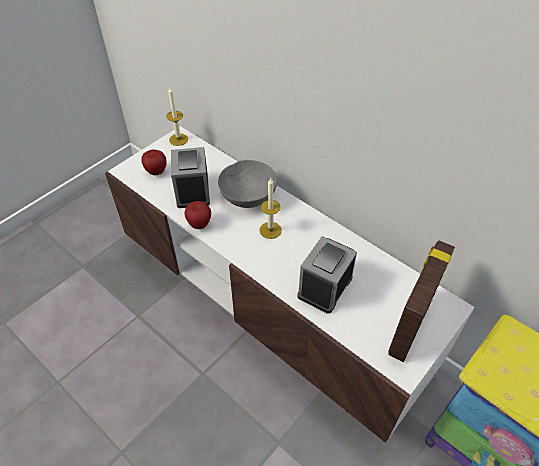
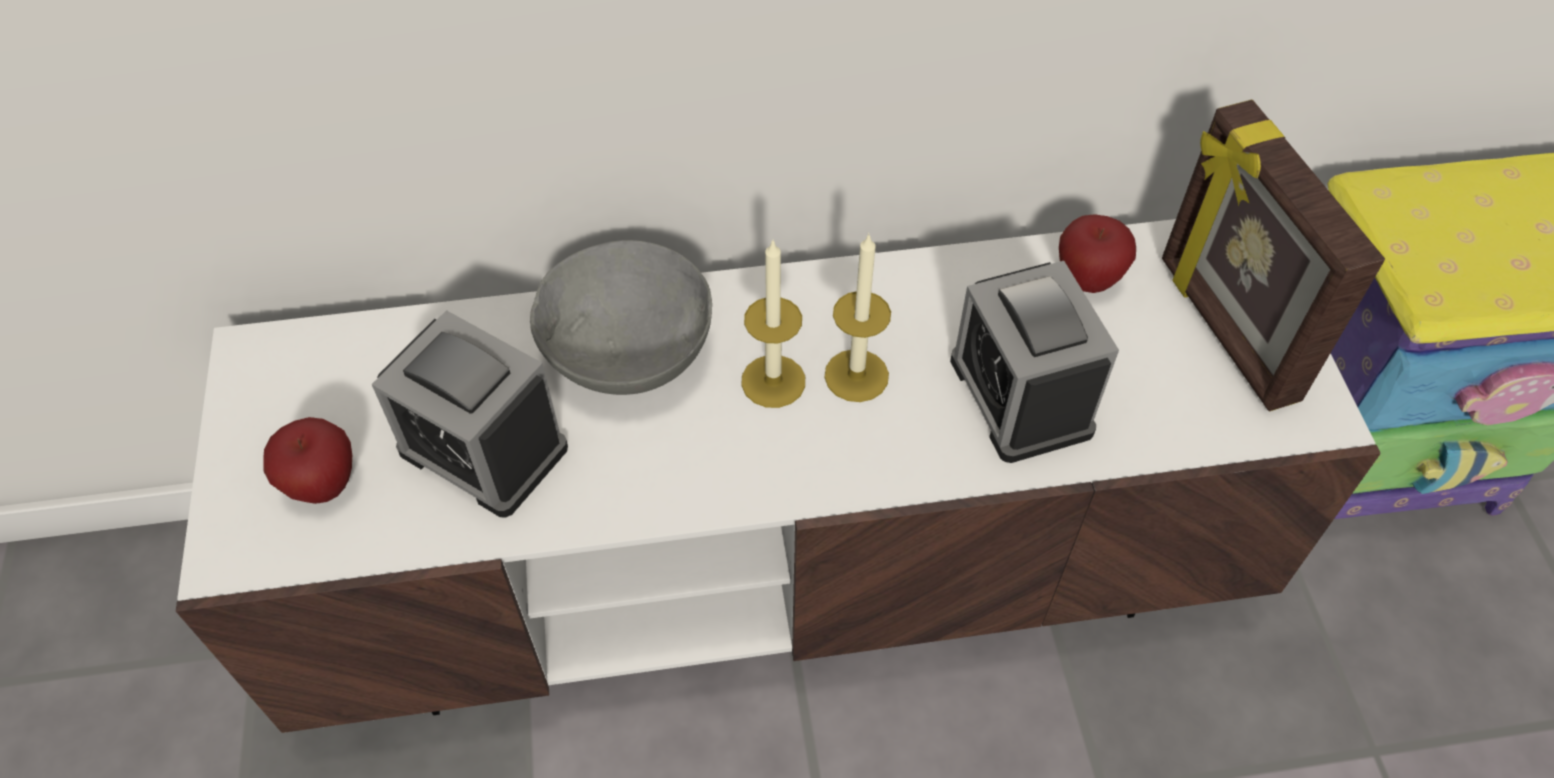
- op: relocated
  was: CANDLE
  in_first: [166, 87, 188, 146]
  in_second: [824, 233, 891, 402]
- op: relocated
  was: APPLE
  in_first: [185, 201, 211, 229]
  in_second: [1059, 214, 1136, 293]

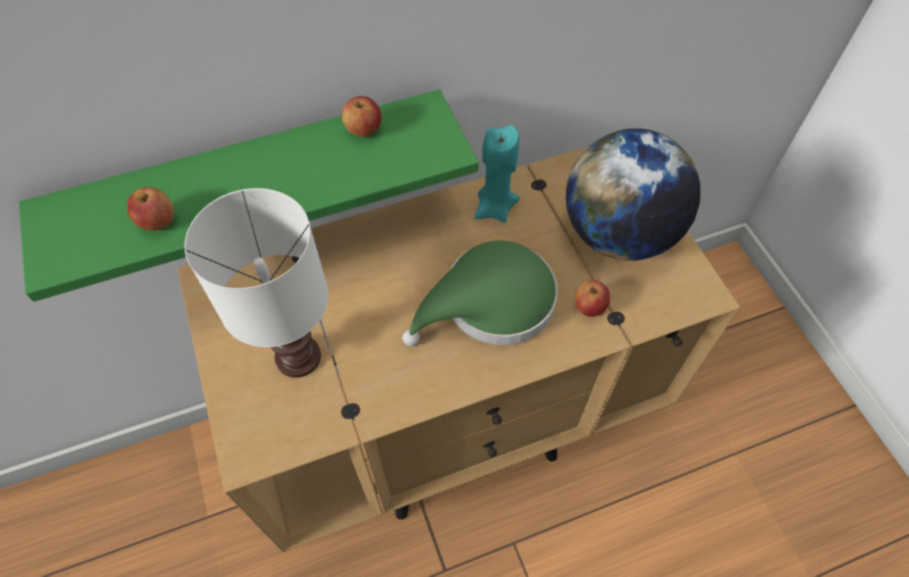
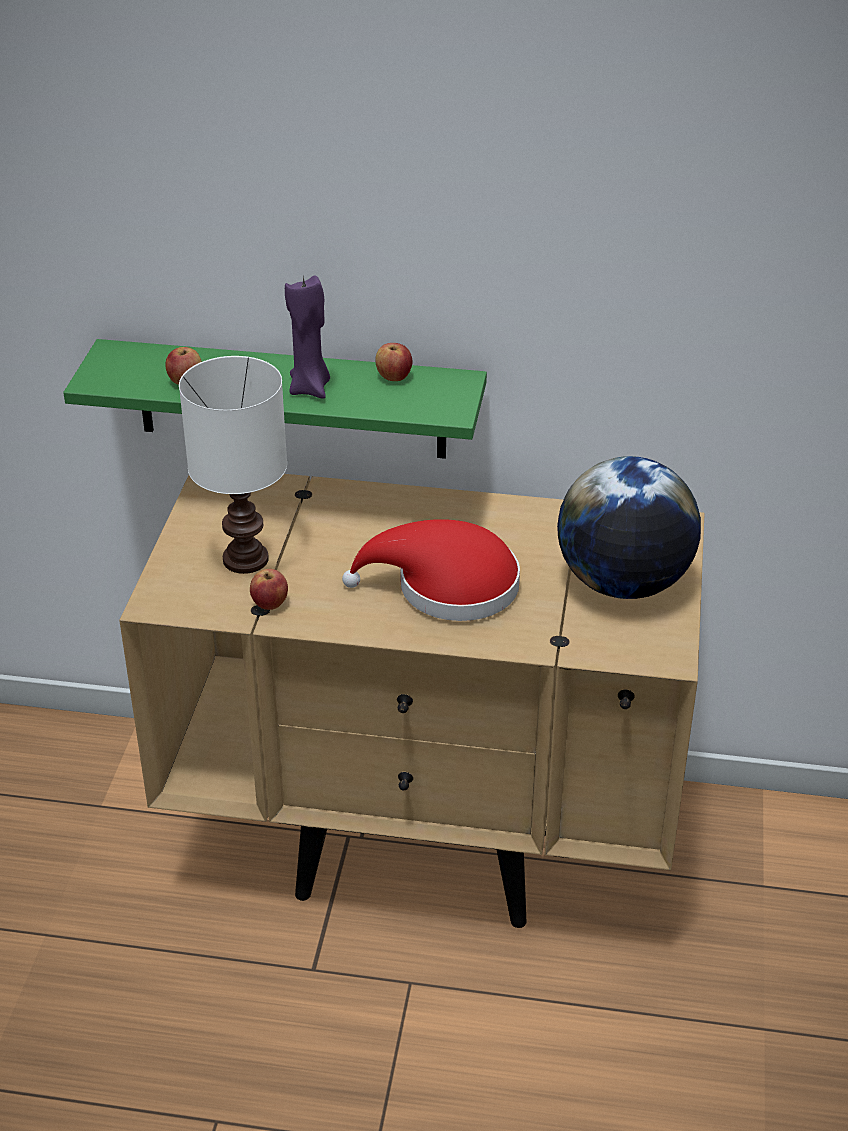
- op: colour
  was: GREEN HAT
  now: RED HAT
  in_first: [402, 241, 558, 346]
  in_second: [342, 519, 520, 621]
- op: missing
  was: TURQUOISE CANDLE
  in_first: [474, 125, 520, 222]
- op: relocated
  was: APPLE
  in_first: [575, 280, 611, 317]
  in_second: [250, 569, 288, 610]
- op: appeared
  now: PURPLE CANDLE
  in_second: [285, 276, 330, 399]

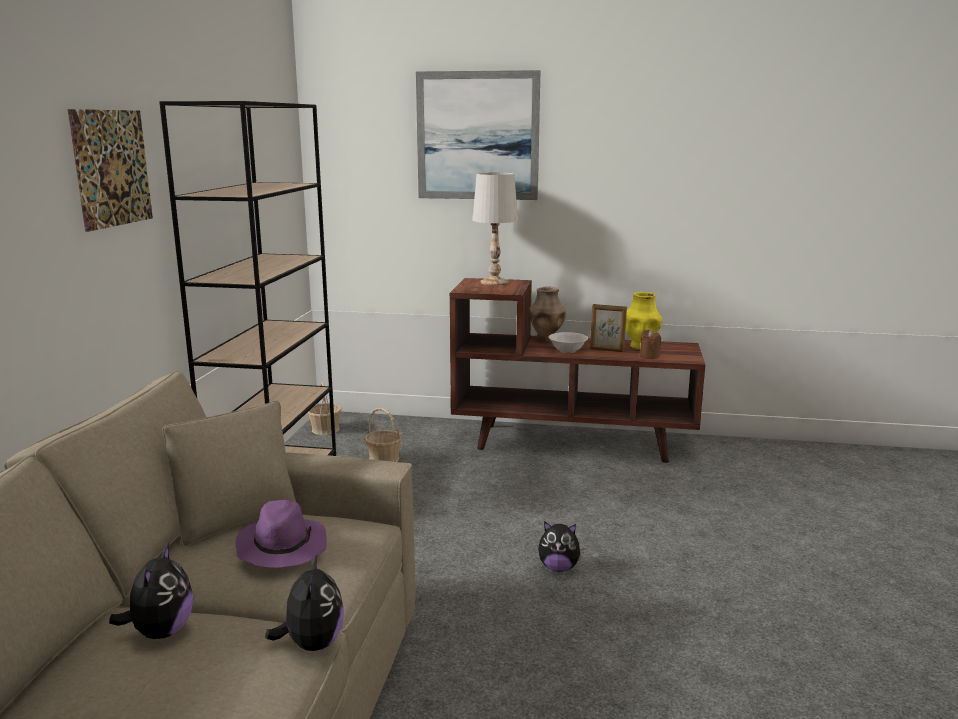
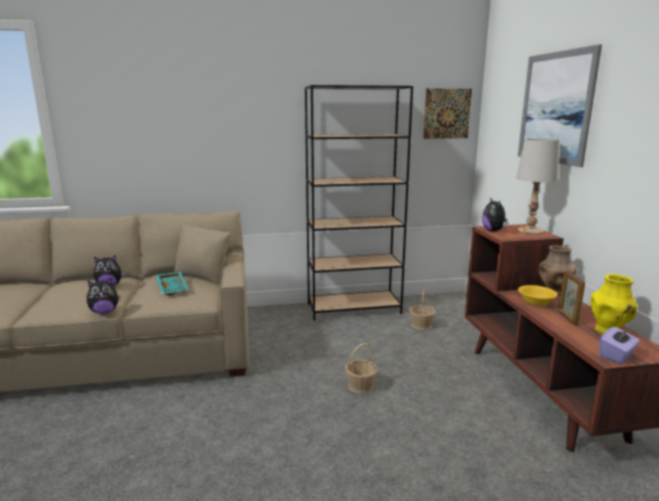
- op: relocated
  was: PICTURE
  in_first: [68, 109, 153, 232]
  in_second: [423, 89, 472, 139]
- op: exchanged
  was: PURPLE HAT
  now: TURQUOISE TRAY
  in_first: [235, 500, 327, 568]
  in_second: [155, 272, 189, 296]
- op: relocated
  was: BASKET
  in_first: [307, 382, 342, 435]
  in_second: [345, 343, 378, 394]
- op: relocated
  was: PLUSH TOY
  in_first: [538, 521, 584, 572]
  in_second: [482, 197, 508, 231]
- op: colour
  was: WHITE BOWL
  now: YELLOW BOWL
  in_first: [548, 332, 588, 353]
  in_second: [518, 285, 557, 307]
- op: missing
  was: BROWN CANDLE
  in_first: [640, 330, 661, 359]
- op: appeared
  now: PURPLE TISSUE BOX
  in_second: [599, 327, 640, 364]

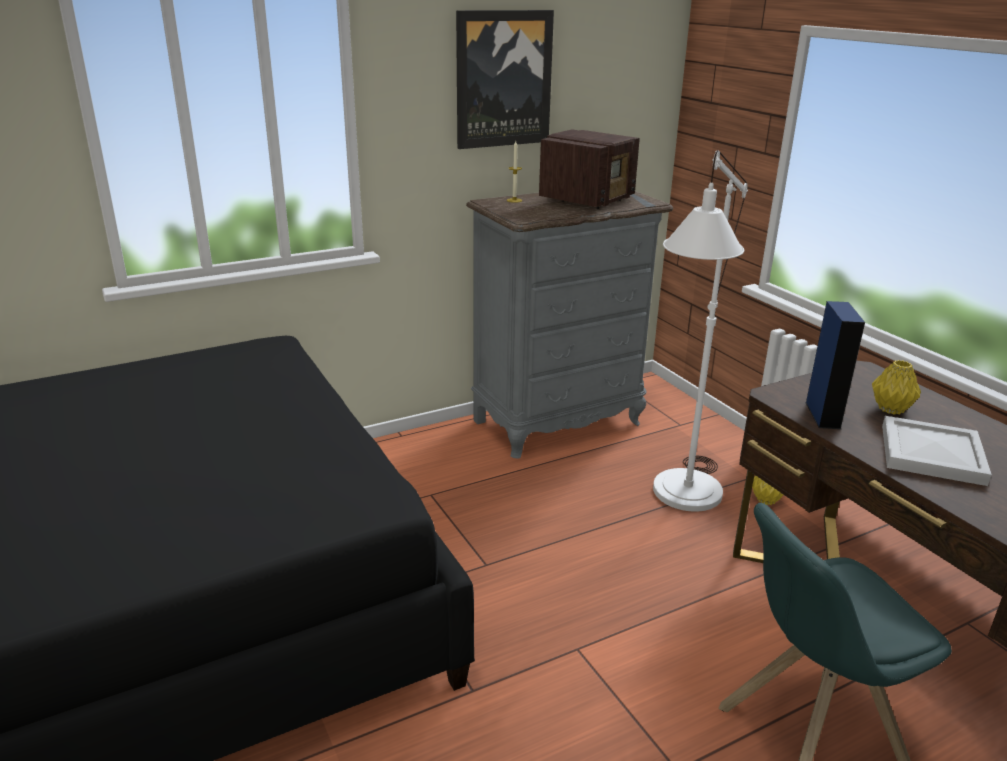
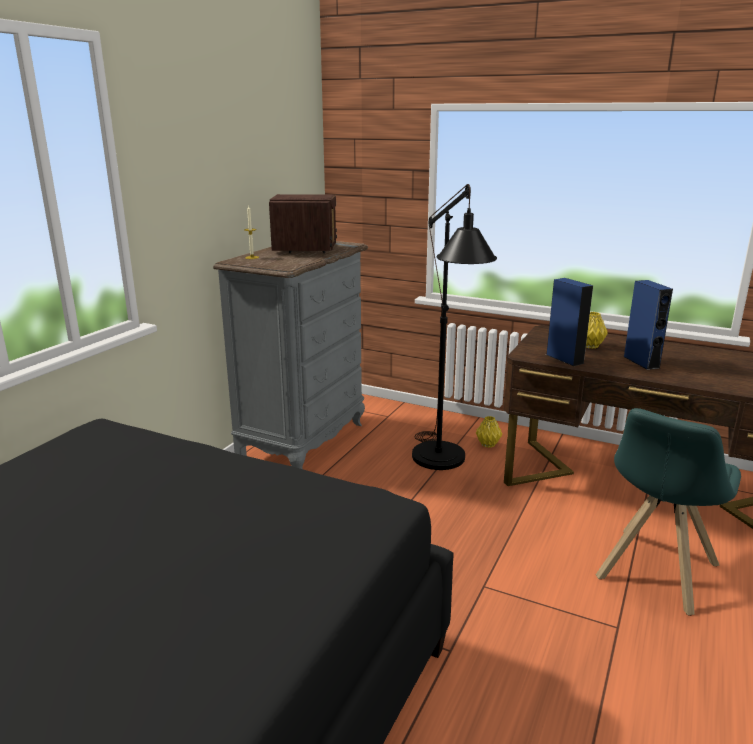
- op: missing
  was: PICTURE
  in_first: [456, 10, 554, 149]
- op: colour
  was: WHITE FLOOR LAMP
  now: BLACK FLOOR LAMP
  in_first: [653, 150, 748, 512]
  in_second: [412, 184, 497, 470]
- op: exchanged
  was: WHITE TRAY
  now: BLUE SPEAKER
  in_first: [882, 416, 992, 486]
  in_second: [624, 280, 673, 370]

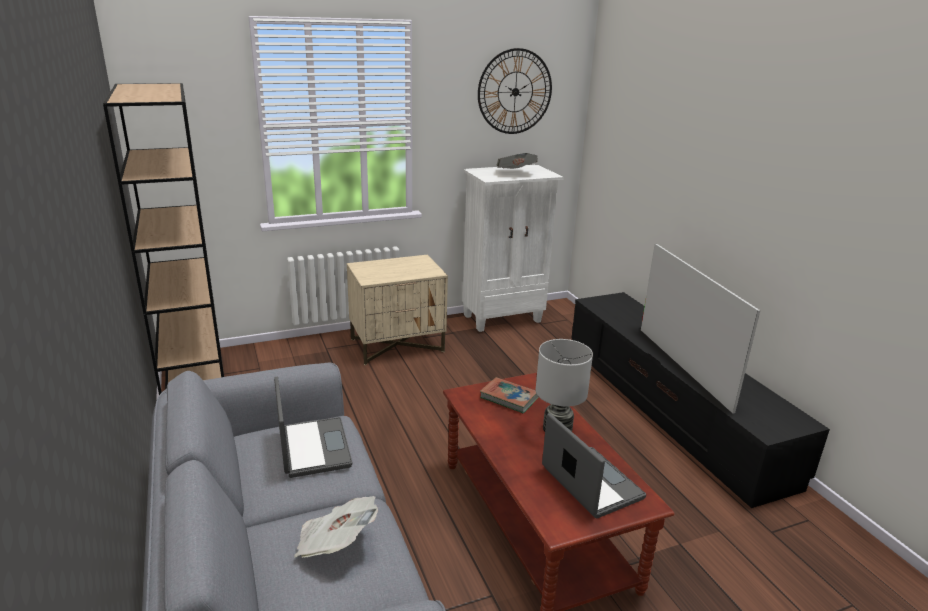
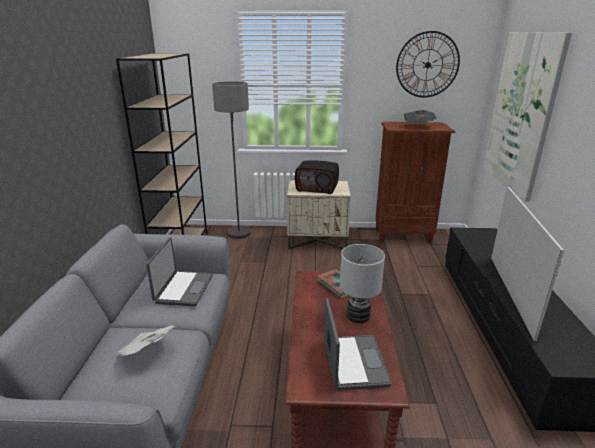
- op: colour
  was: WHITE CABINET
  now: BROWN CABINET
  in_first: [462, 165, 564, 332]
  in_second: [376, 122, 455, 243]
- op: appeared
  now: GREY FLOOR LAMP
  in_second: [212, 82, 251, 239]
- op: appeared
  now: RADIO
  in_second: [295, 160, 339, 194]
- op: appeared
  now: PICTURE
  in_second: [483, 32, 572, 202]

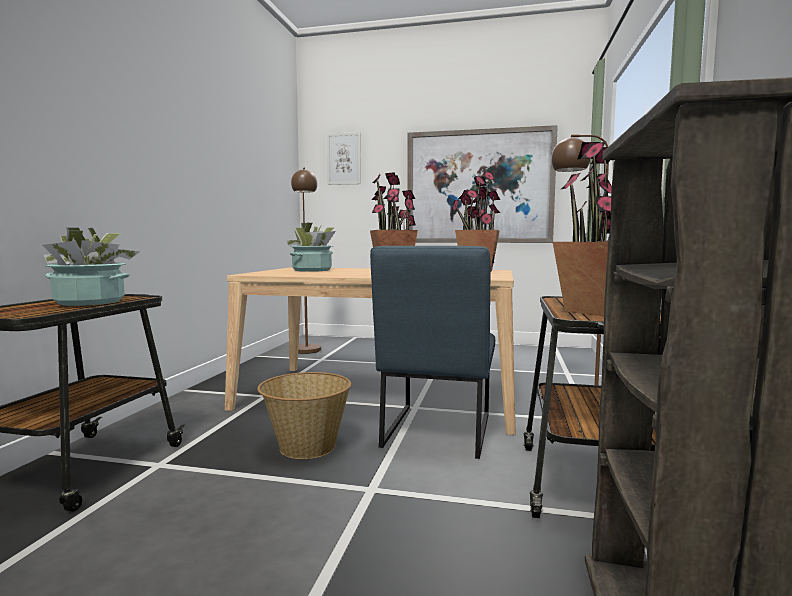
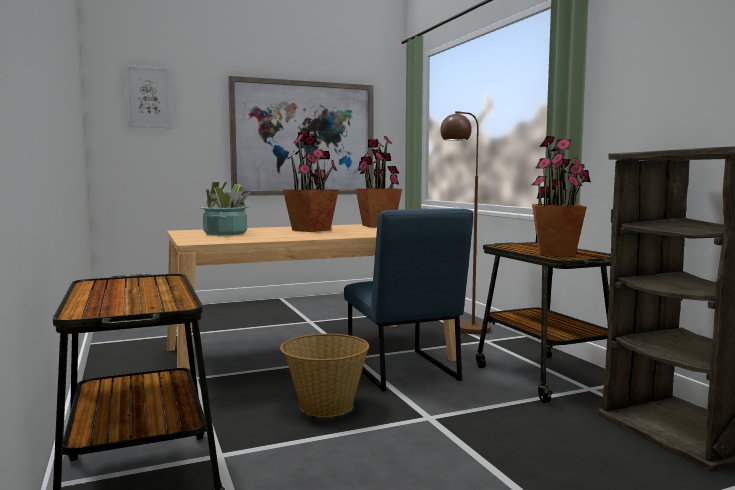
- op: missing
  was: POTTED PLANT
  in_first: [43, 228, 140, 306]
- op: missing
  was: BROWN FLOOR LAMP
  in_first: [291, 168, 321, 354]

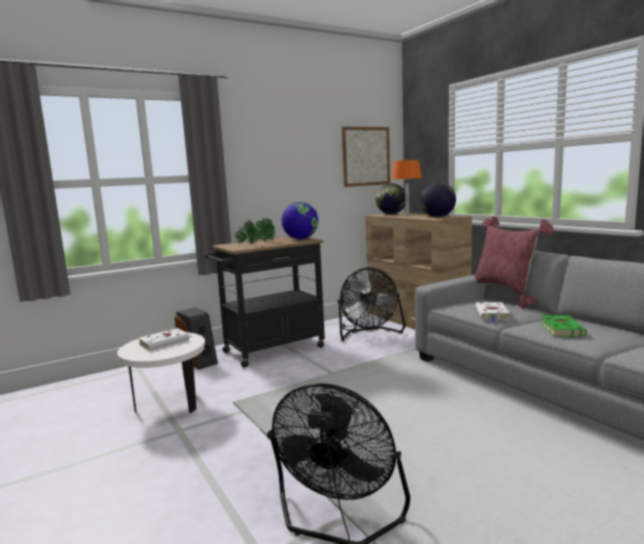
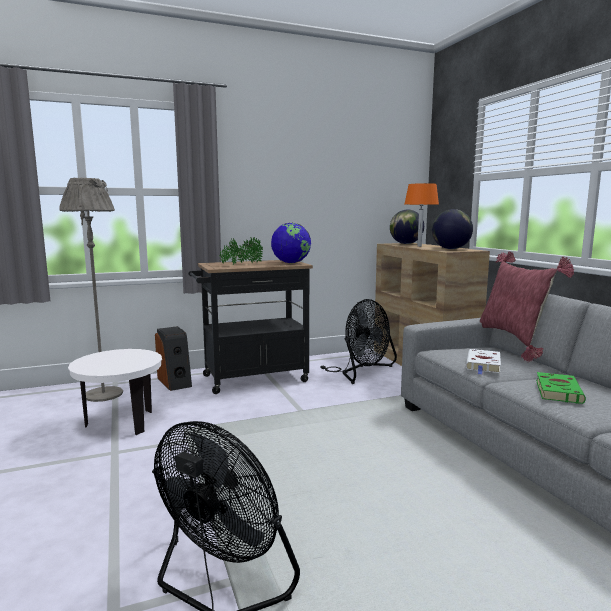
- op: missing
  was: WHITE BOOK
  in_first: [138, 328, 192, 350]
- op: spun
  was: BLACK FAN
  in_first: [338, 267, 405, 341]
  in_second: [321, 299, 397, 384]
  clockwise: -45
- op: missing
  was: PICTURE
  in_first: [342, 126, 390, 187]
- op: appeared
  now: GREY FLOOR LAMP
  in_second: [59, 178, 123, 402]

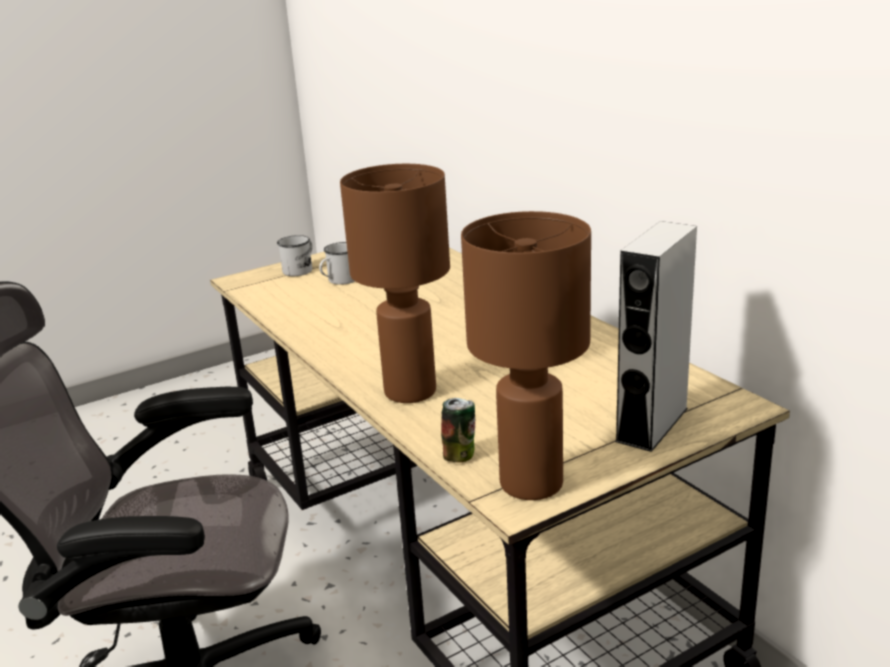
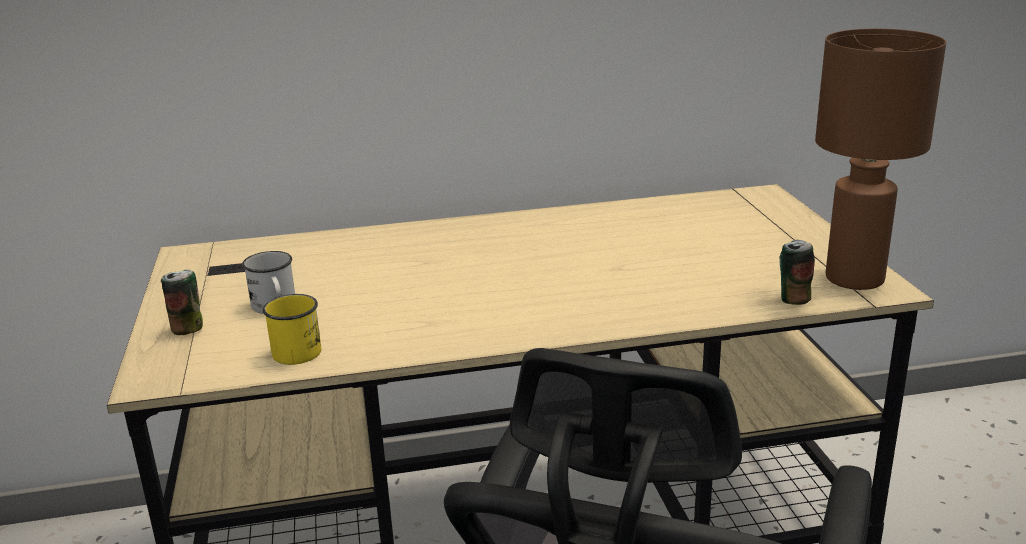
- op: exchanged
  was: WHITE MUG
  now: CAN
  in_first: [277, 235, 313, 276]
  in_second: [161, 269, 203, 335]
- op: missing
  was: BROWN TABLE LAMP
  in_first: [340, 164, 450, 403]
- op: missing
  was: GREY SPEAKER
  in_first: [615, 221, 697, 452]
- op: appeared
  now: YELLOW MUG
  in_second: [262, 294, 321, 365]

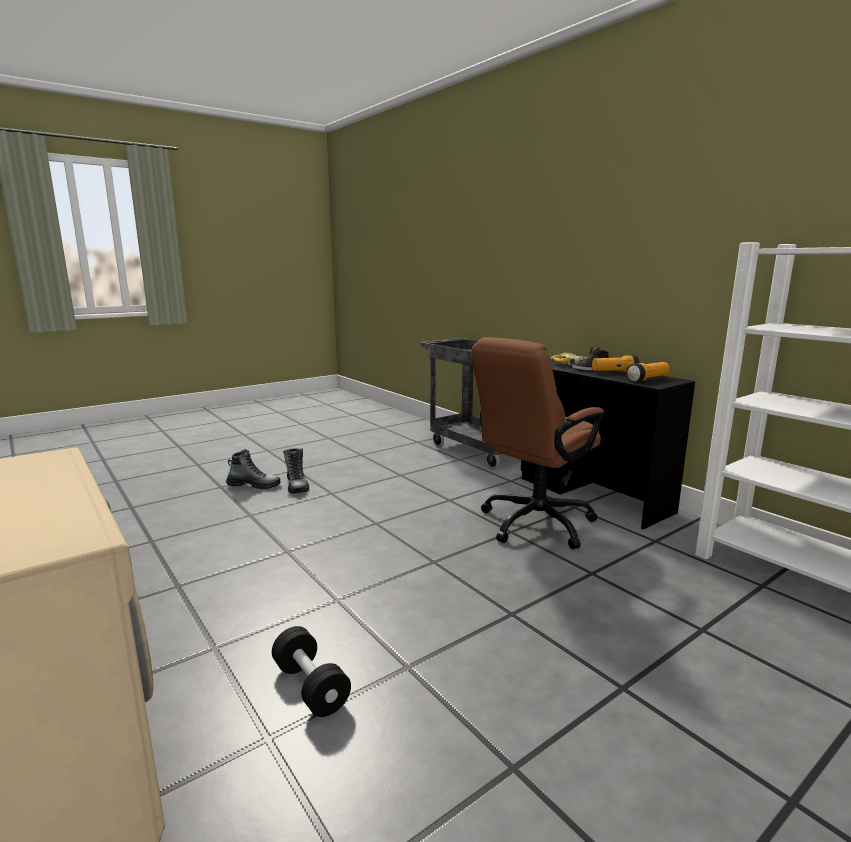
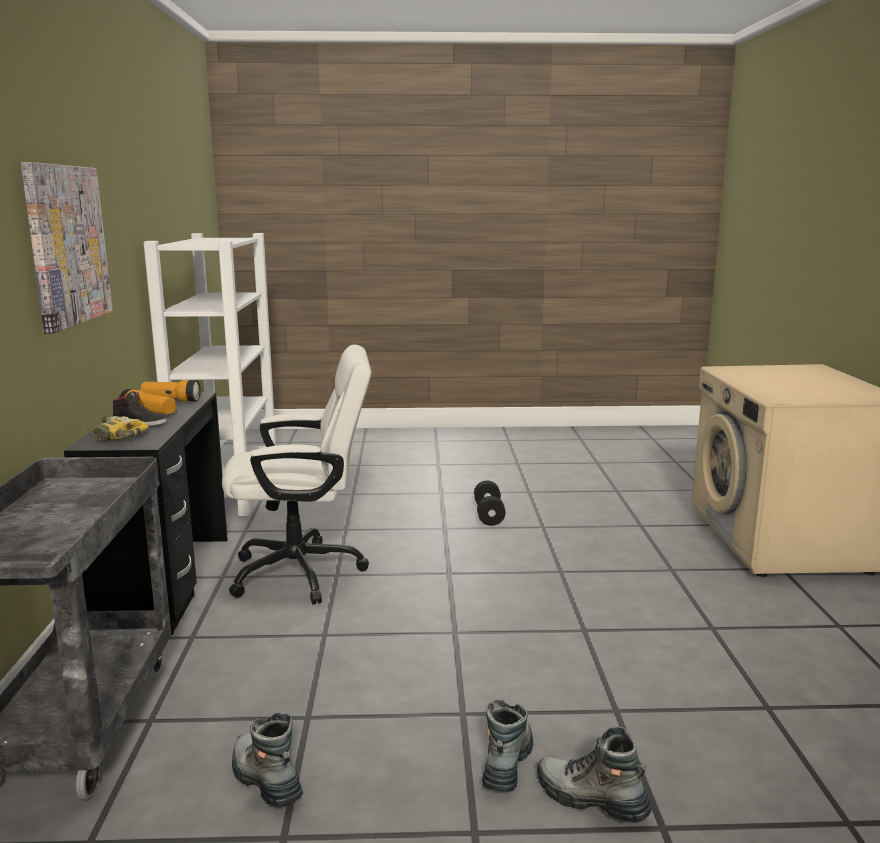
- op: relocated
  was: BLACK DUMBBELL
  in_first: [272, 626, 351, 717]
  in_second: [474, 481, 506, 526]
- op: colour
  was: BROWN OFFICE CHAIR
  now: WHITE OFFICE CHAIR
  in_first: [471, 337, 604, 550]
  in_second: [222, 345, 372, 605]
- op: appeared
  now: PICTURE
  in_second: [21, 162, 113, 334]
- op: appeared
  now: BOOT
  in_second: [232, 712, 303, 807]

